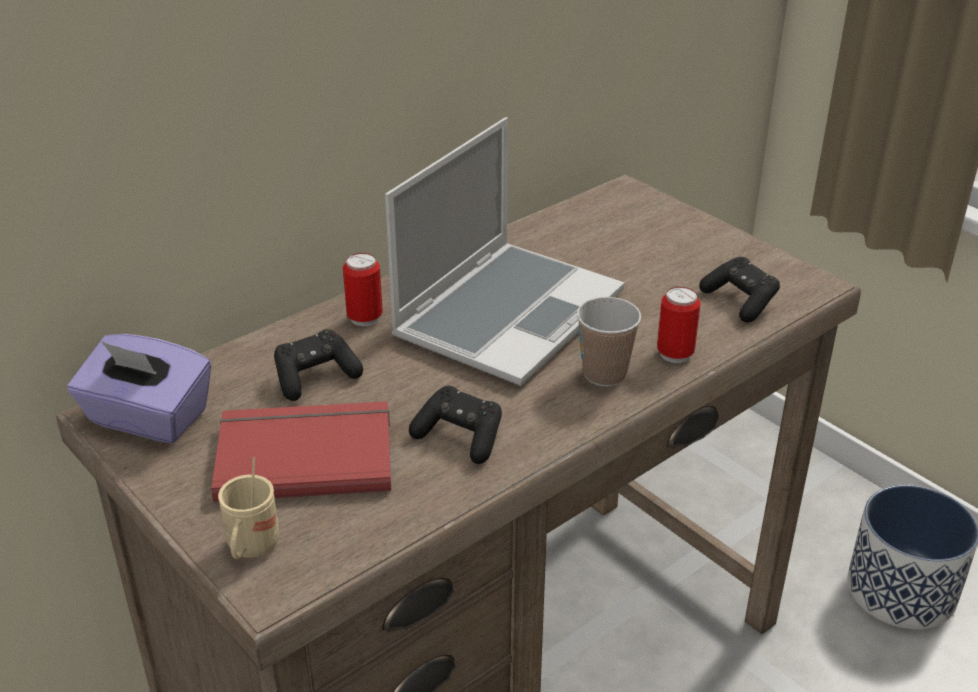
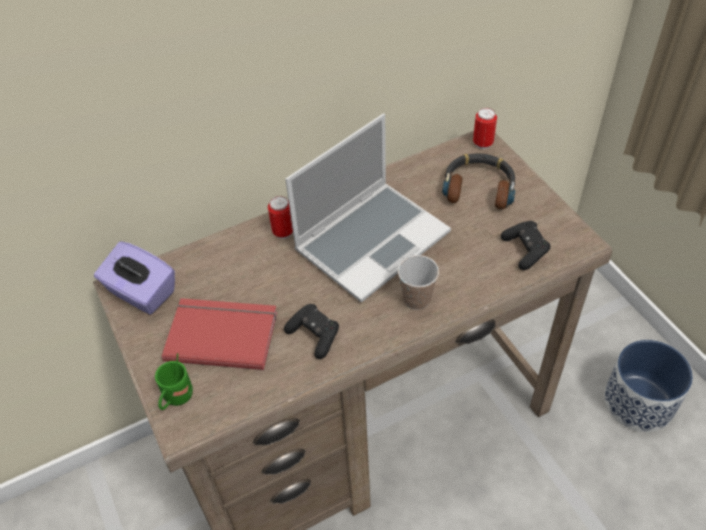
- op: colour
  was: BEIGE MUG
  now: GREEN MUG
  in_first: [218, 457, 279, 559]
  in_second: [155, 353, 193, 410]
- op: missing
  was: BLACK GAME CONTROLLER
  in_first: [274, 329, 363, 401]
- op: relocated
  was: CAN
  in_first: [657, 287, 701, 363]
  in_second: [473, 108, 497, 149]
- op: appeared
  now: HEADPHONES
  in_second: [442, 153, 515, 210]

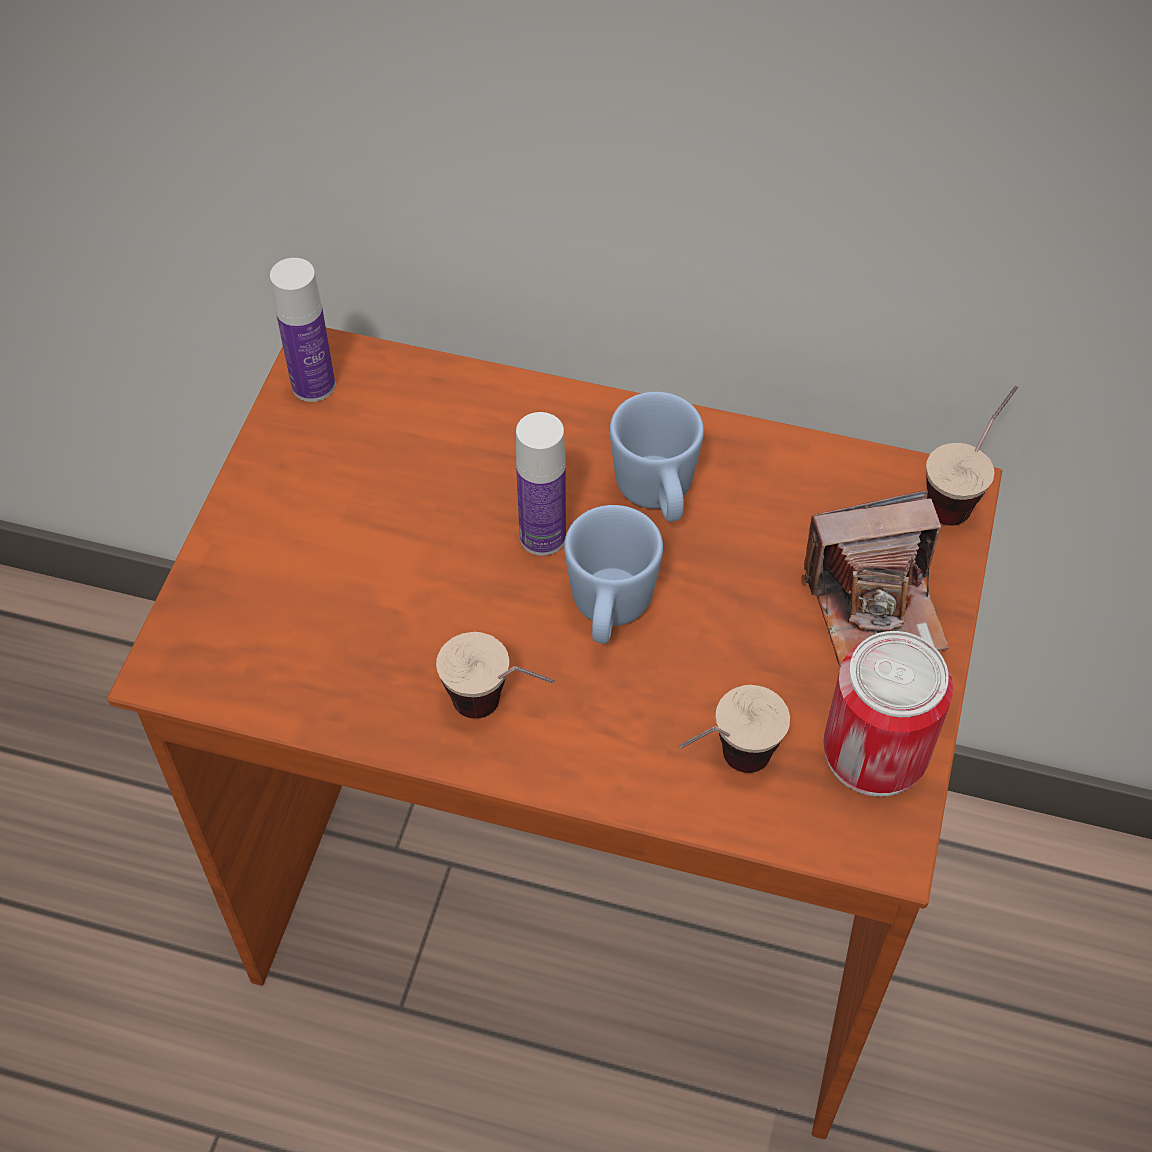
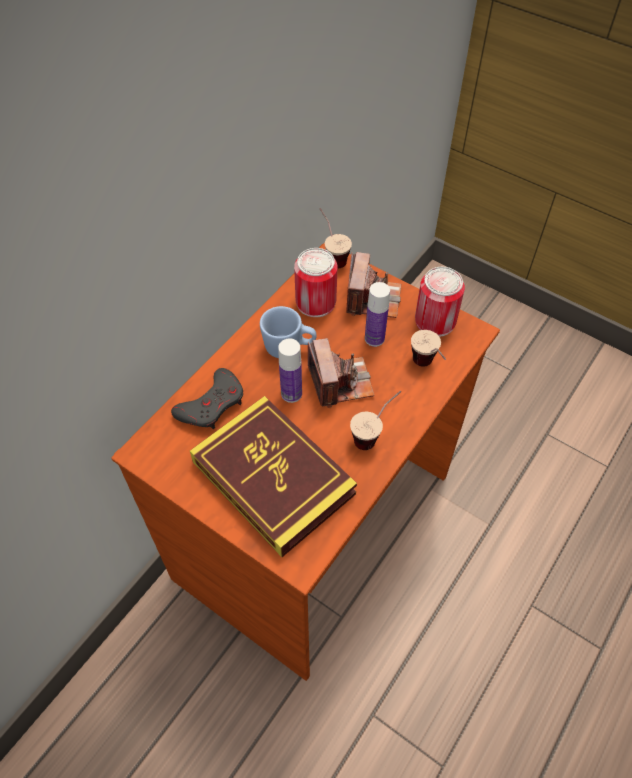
- op: relocated
  was: BOTTLE
  in_first: [270, 258, 335, 402]
  in_second: [365, 282, 390, 347]
- op: exchanged
  was: BLUE MUG
  now: PHOTO CAMERA
  in_first: [564, 505, 663, 644]
  in_second: [308, 338, 374, 408]
- op: appeared
  now: GREY GAME CONTROLLER
  in_second: [171, 368, 243, 429]
- op: appeared
  now: BOOK
  in_second: [190, 396, 357, 557]
- op: appeared
  now: CAN
  in_second: [294, 248, 338, 317]

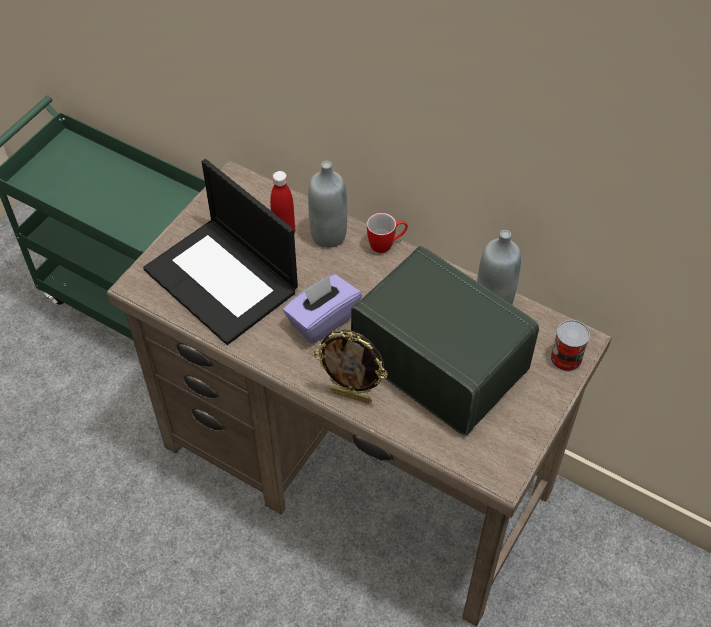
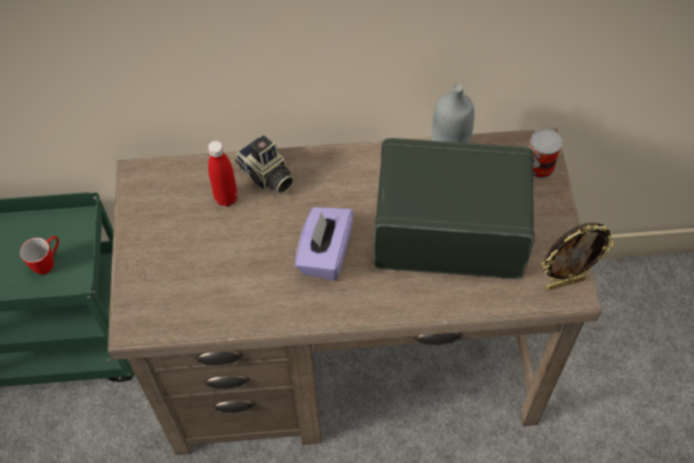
- op: missing
  was: LAPTOP
  in_first: [143, 159, 298, 345]
- op: exchanged
  was: GREY BOTTLE
  now: PHOTO CAMERA
  in_first: [308, 161, 347, 248]
  in_second: [235, 135, 295, 195]
- op: relocated
  was: PICTURE FRAME
  in_first: [314, 330, 388, 404]
  in_second: [542, 222, 615, 290]
- op: relocated
  was: MUG
  in_first: [367, 213, 408, 253]
  in_second: [20, 236, 59, 274]

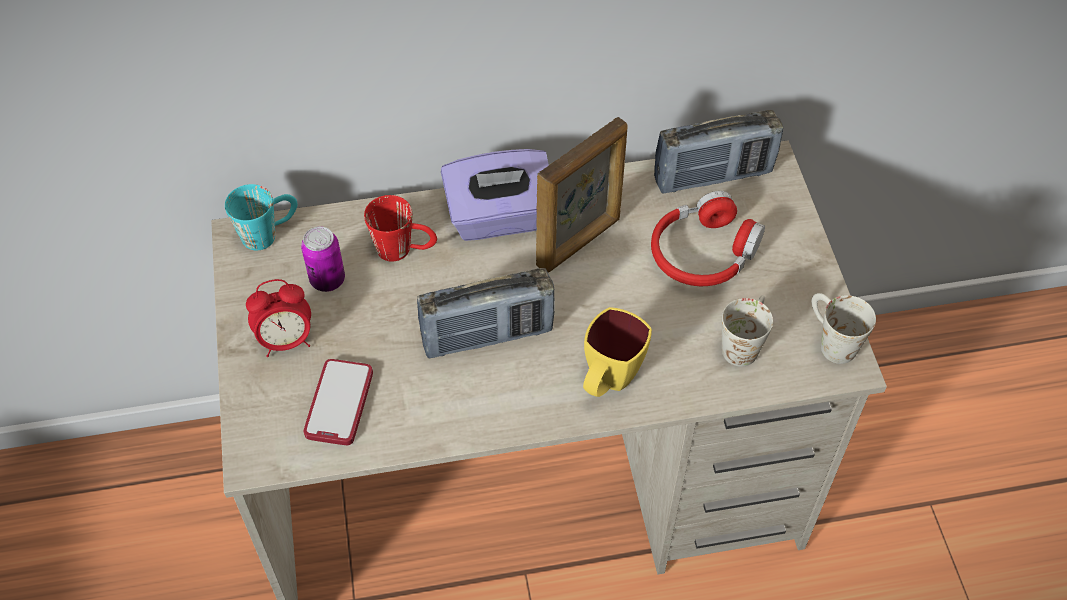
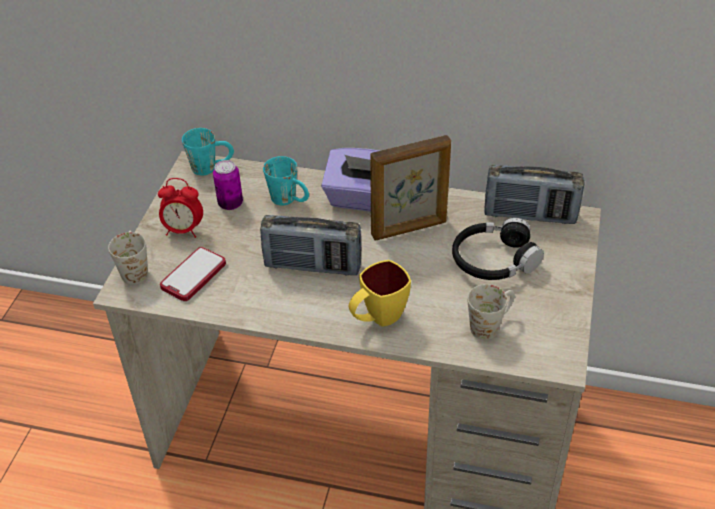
- op: colour
  was: RED MUG
  now: TURQUOISE MUG
  in_first: [364, 195, 437, 262]
  in_second: [263, 156, 309, 205]
- op: colour
  was: RED HEADPHONES
  now: BLACK HEADPHONES
  in_first: [651, 191, 765, 286]
  in_second: [452, 218, 544, 280]
- op: relocated
  was: WHITE MUG
  in_first: [812, 293, 876, 364]
  in_second: [108, 230, 148, 285]

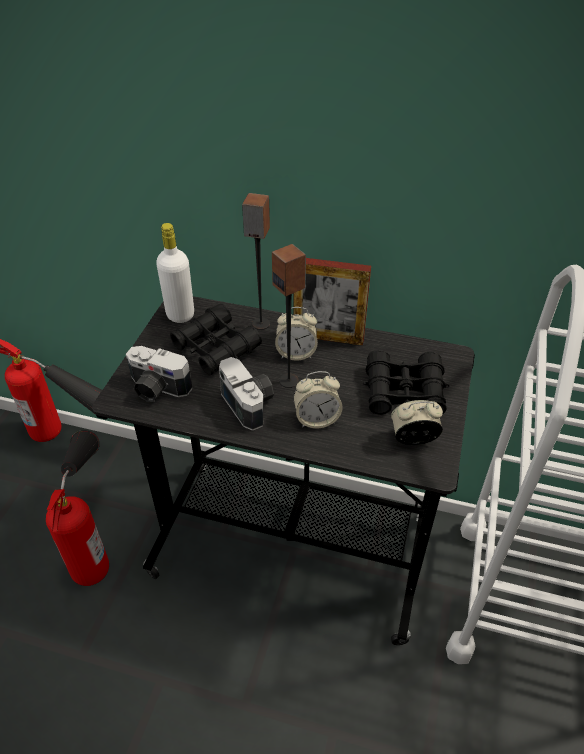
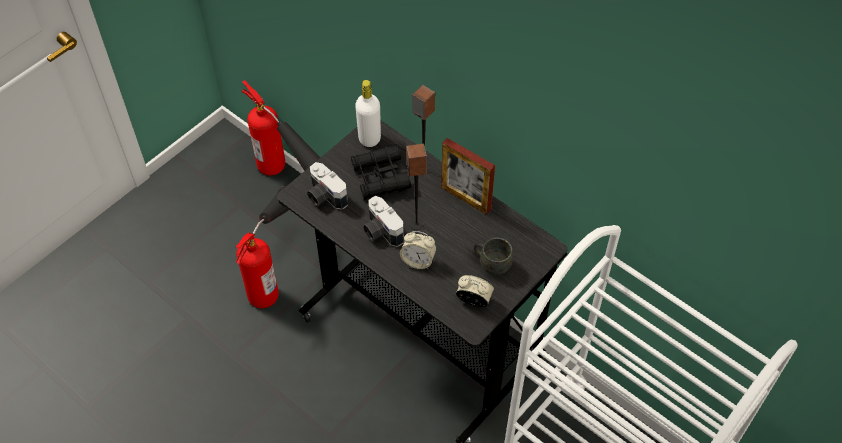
- op: spun
  was: PHOTO CAMERA
  in_first: [219, 357, 274, 431]
  in_second: [363, 196, 404, 247]
  clockwise: 150
- op: missing
  was: ALARM CLOCK
  in_first: [275, 307, 318, 361]
- op: exchanged
  was: BLACK BINOCULARS
  now: GREY MUG
  in_first: [363, 350, 449, 415]
  in_second: [474, 238, 513, 275]

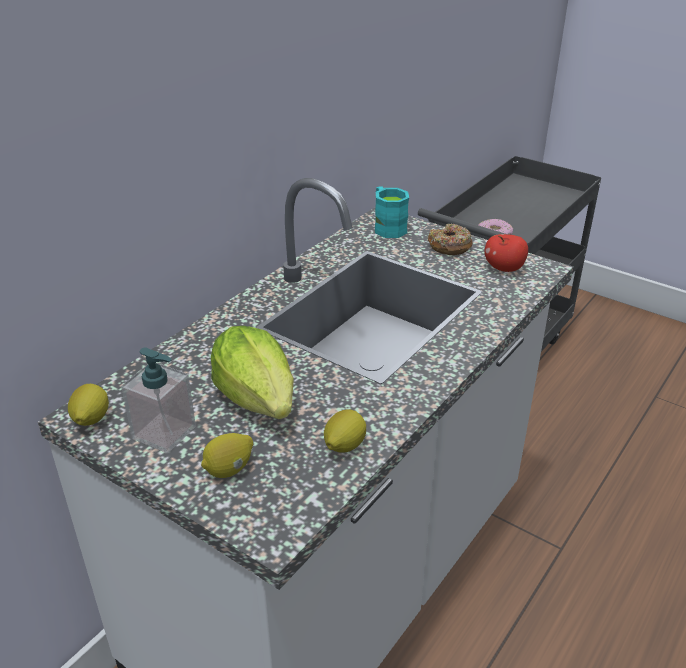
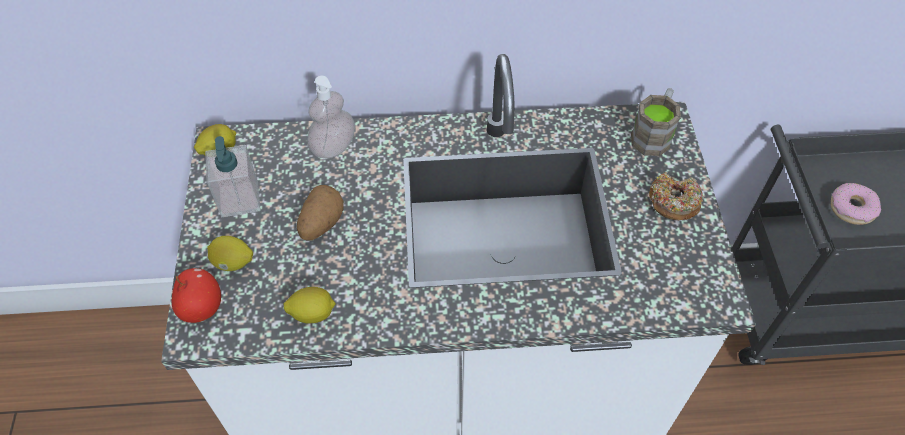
- op: exchanged
  was: LETTUCE
  now: POTATO
  in_first: [211, 326, 294, 419]
  in_second: [297, 185, 344, 241]
- op: colour
  was: TURQUOISE MUG
  now: BROWN MUG
  in_first: [375, 187, 409, 238]
  in_second: [631, 88, 681, 156]
- op: relocated
  was: APPLE
  in_first: [484, 234, 528, 272]
  in_second: [172, 268, 221, 323]
- op: appeared
  now: SOAP DISPENSER
  in_second: [307, 76, 355, 159]

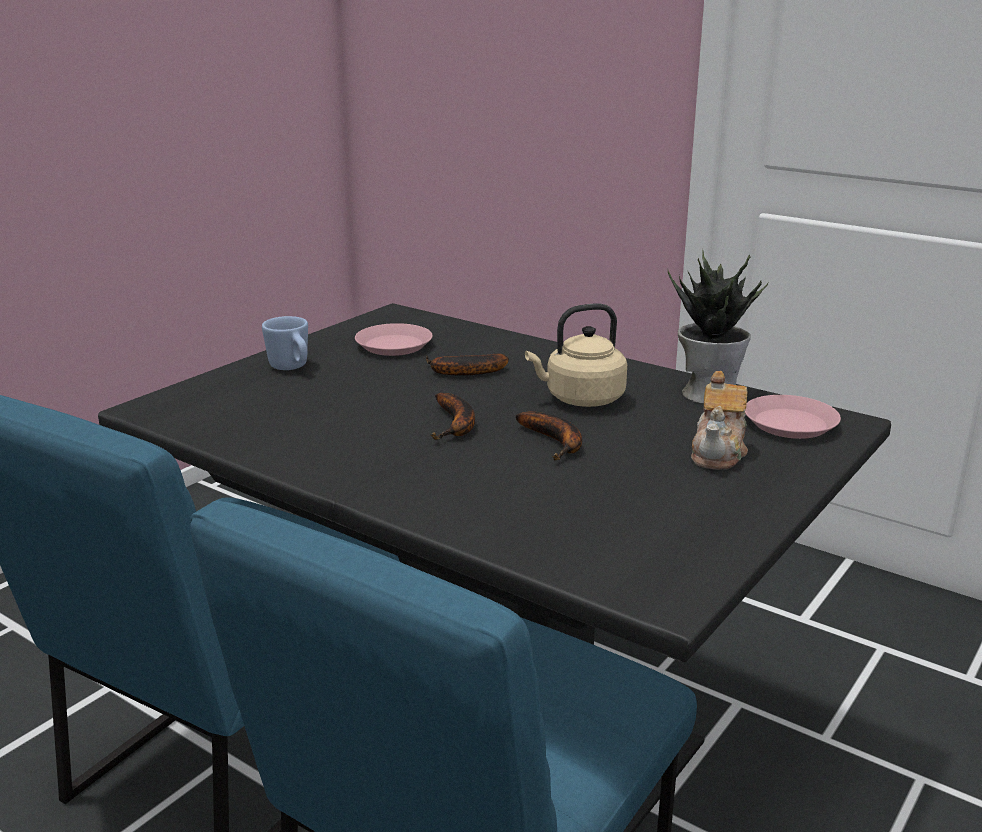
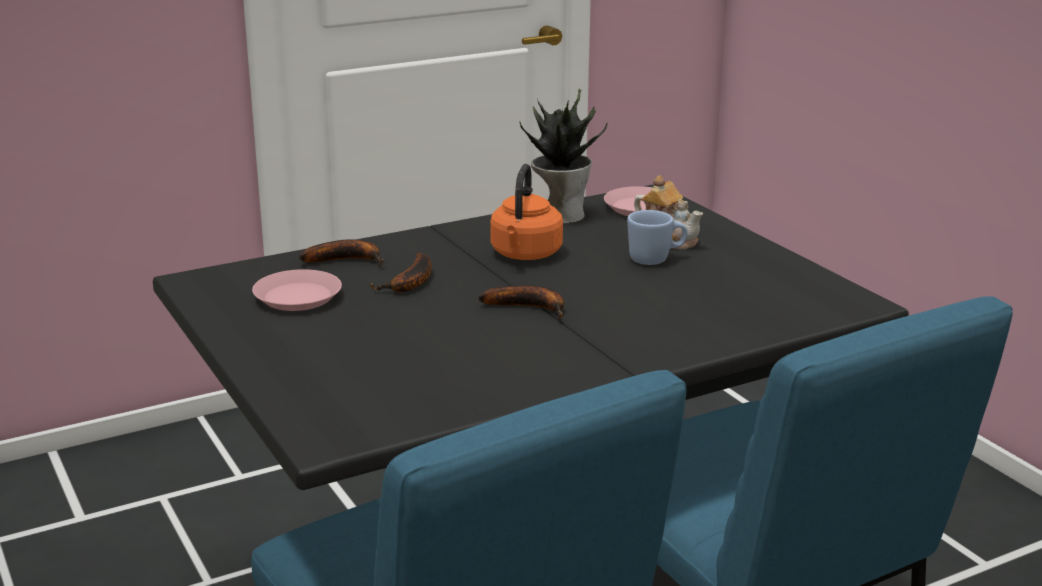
- op: relocated
  was: BLUE MUG
  in_first: [262, 316, 308, 370]
  in_second: [627, 210, 687, 265]
- op: relocated
  was: BANANA
  in_first: [516, 411, 582, 460]
  in_second: [299, 239, 383, 266]
- op: colour
  was: BEIGE KETTLE
  now: ORANGE KETTLE
  in_first: [525, 304, 627, 407]
  in_second: [490, 164, 563, 260]

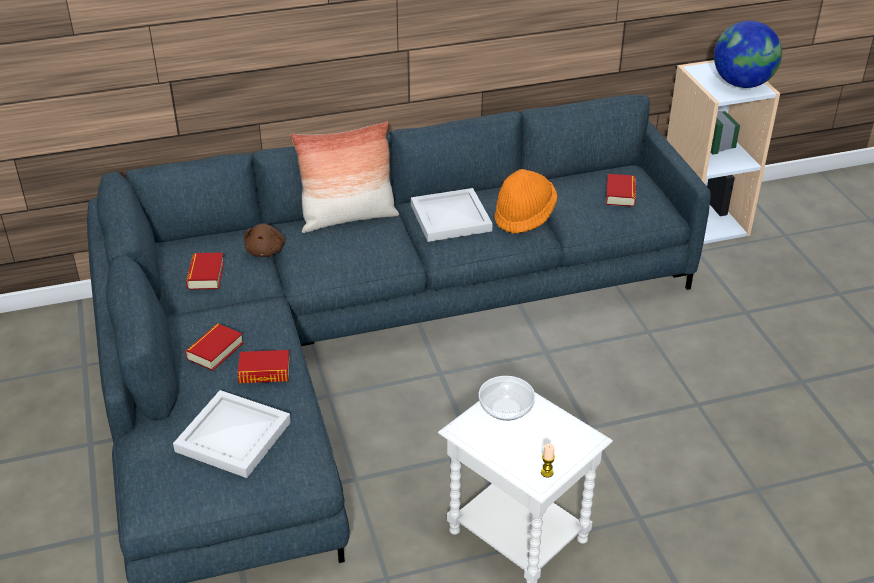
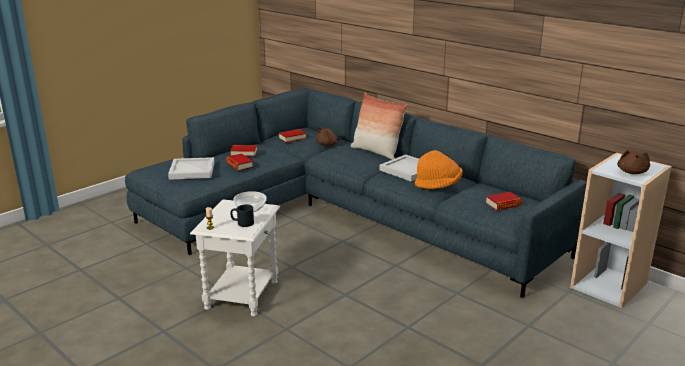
- op: exchanged
  was: GLOBE
  now: BROWN PLUSH TOY
  in_first: [714, 21, 782, 88]
  in_second: [617, 150, 650, 174]
- op: appeared
  now: BLACK MUG
  in_second: [230, 204, 254, 227]

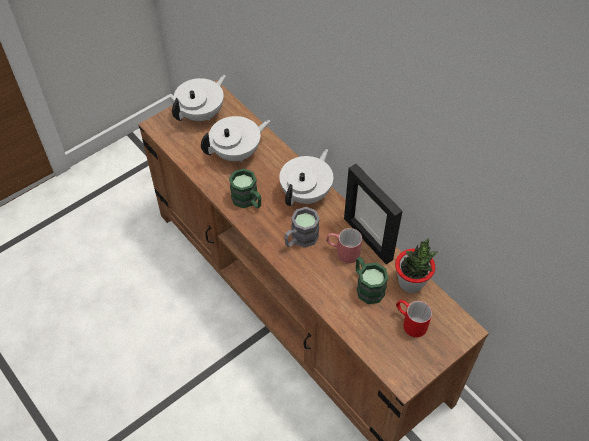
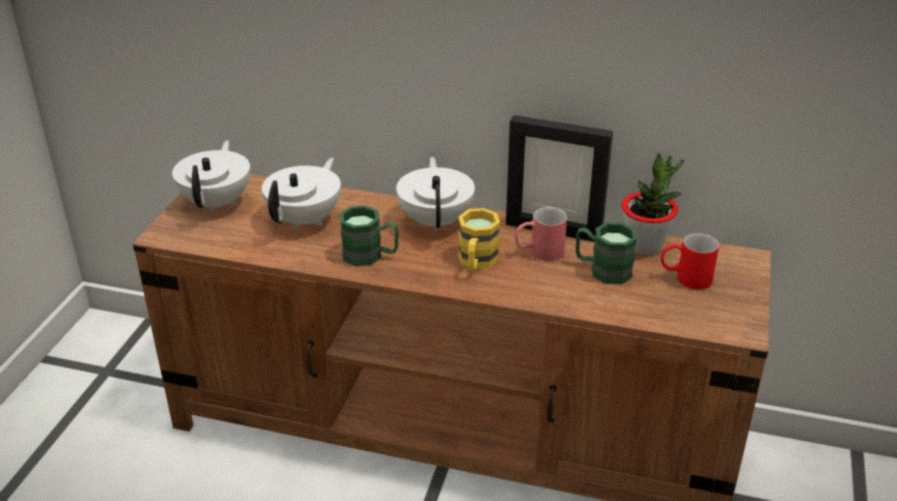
- op: colour
  was: GREY MUG
  now: YELLOW MUG
  in_first: [285, 207, 320, 248]
  in_second: [458, 208, 500, 271]

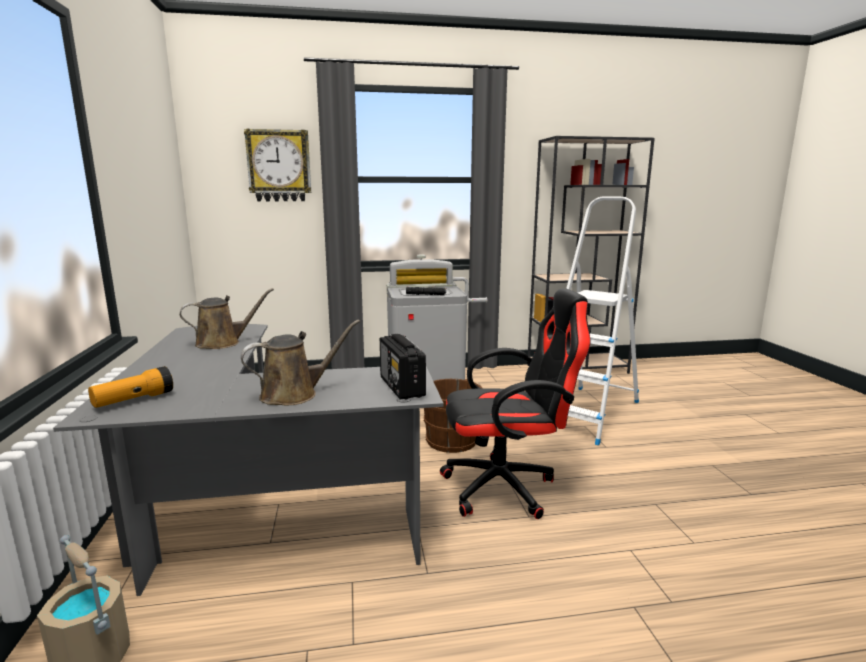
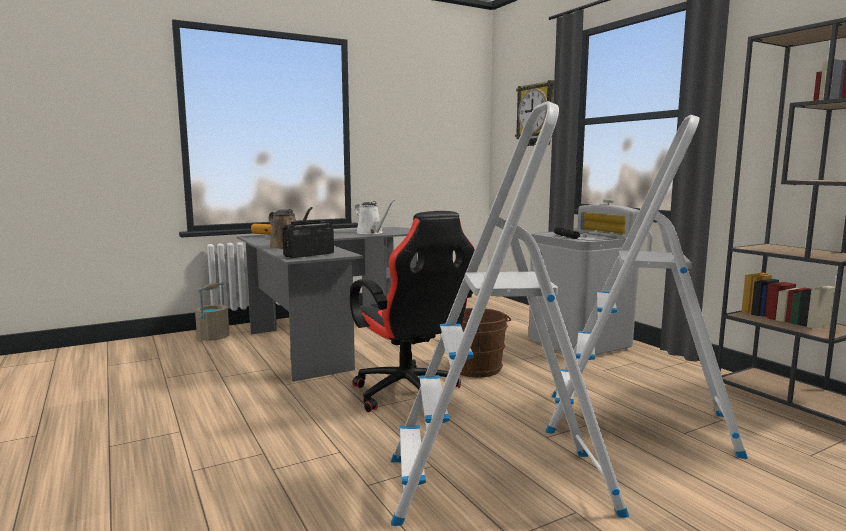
- op: colour
  was: BROWN WATERING CAN
  now: WHITE WATERING CAN
  in_first: [180, 288, 274, 349]
  in_second: [355, 200, 395, 234]
- op: appeared
  now: WHITE STEP LADDER
  in_second: [391, 101, 629, 526]

